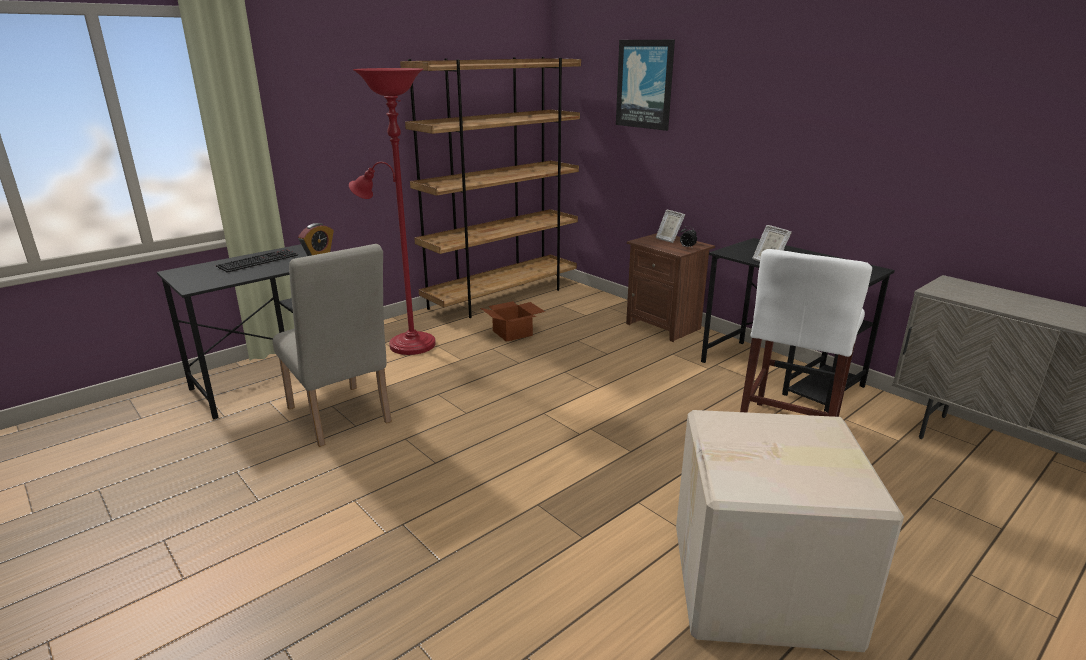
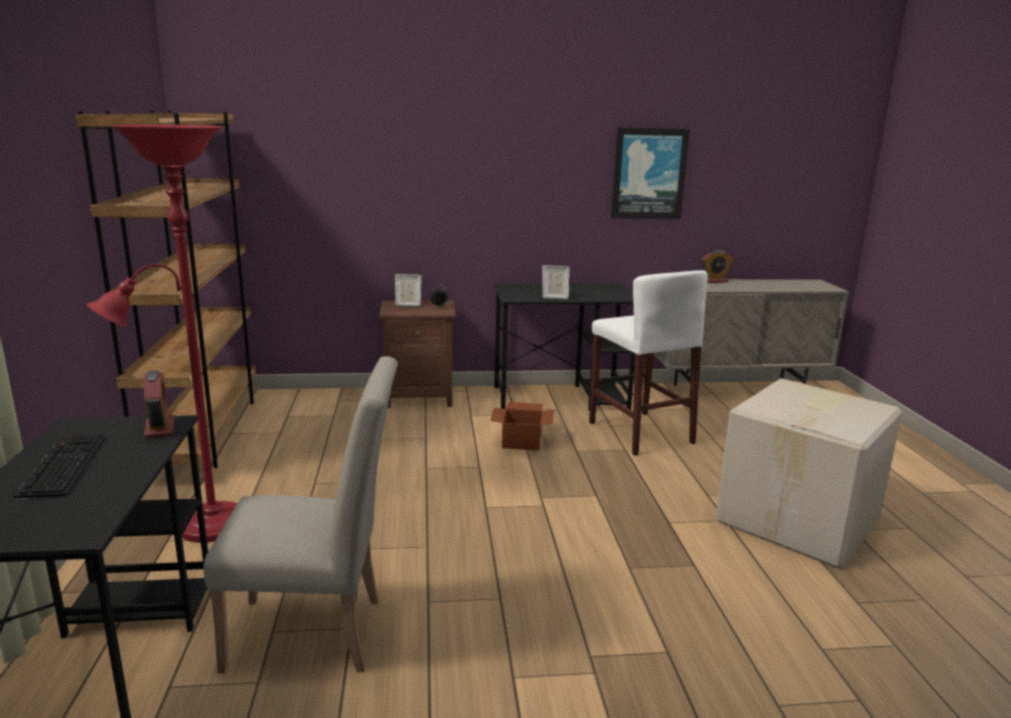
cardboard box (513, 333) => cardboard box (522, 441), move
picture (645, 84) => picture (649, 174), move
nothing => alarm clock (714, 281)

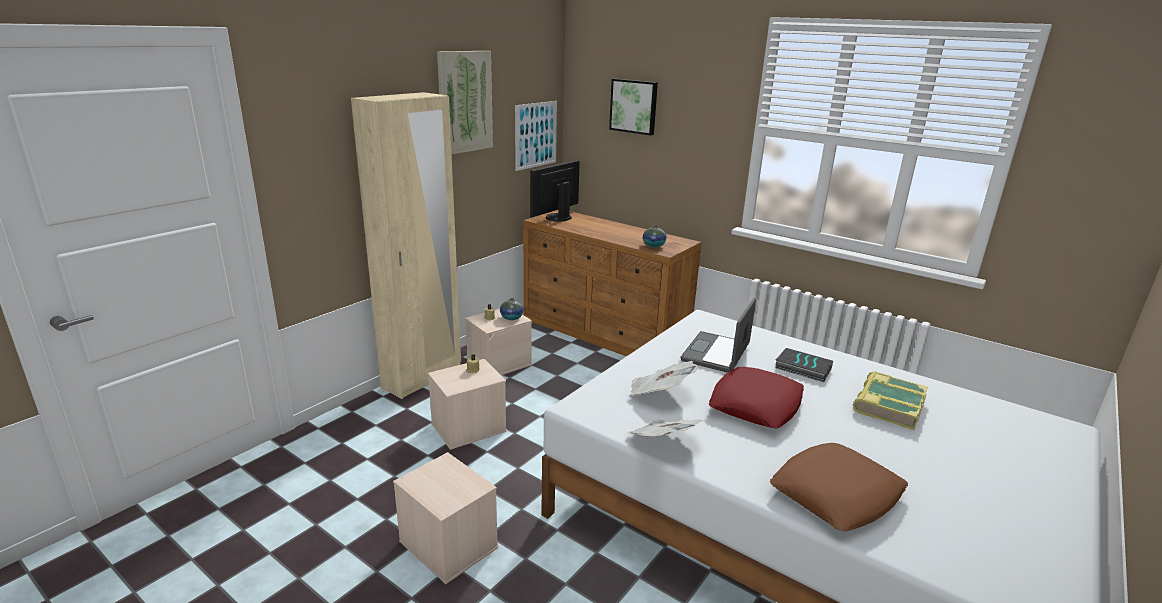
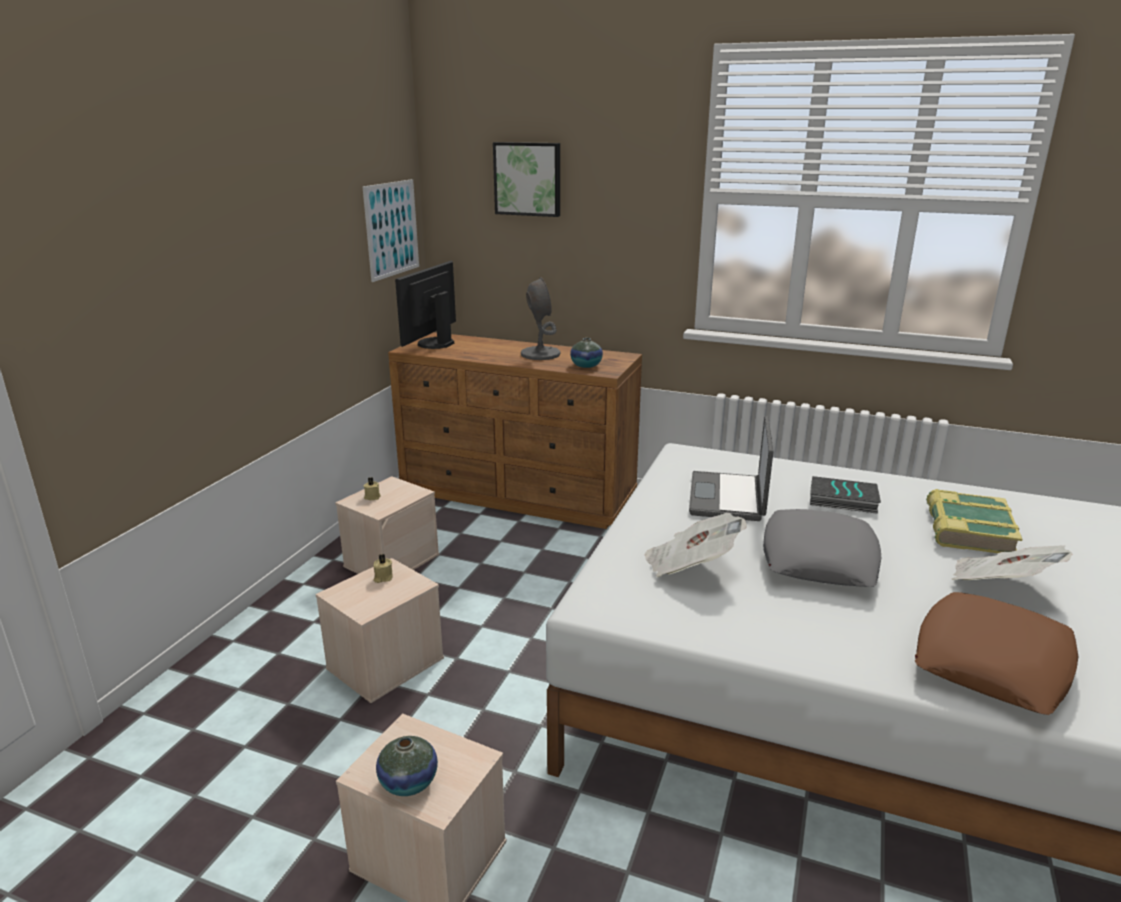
vase (511, 318) => vase (408, 782), move
nothing => table lamp (grey) (540, 354)
pillow (red) (756, 405) => pillow (grey) (819, 559)
newspaper (663, 443) => newspaper (999, 585), move
wardrobe (beige) (422, 378) => nothing
picture (464, 102) => nothing

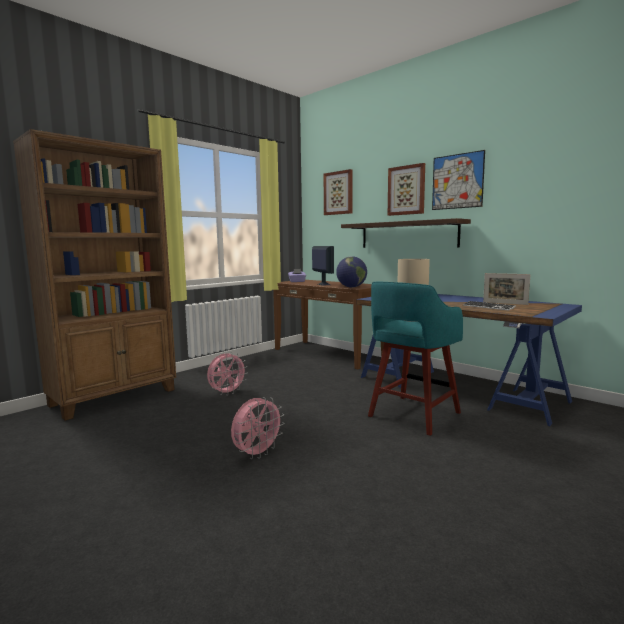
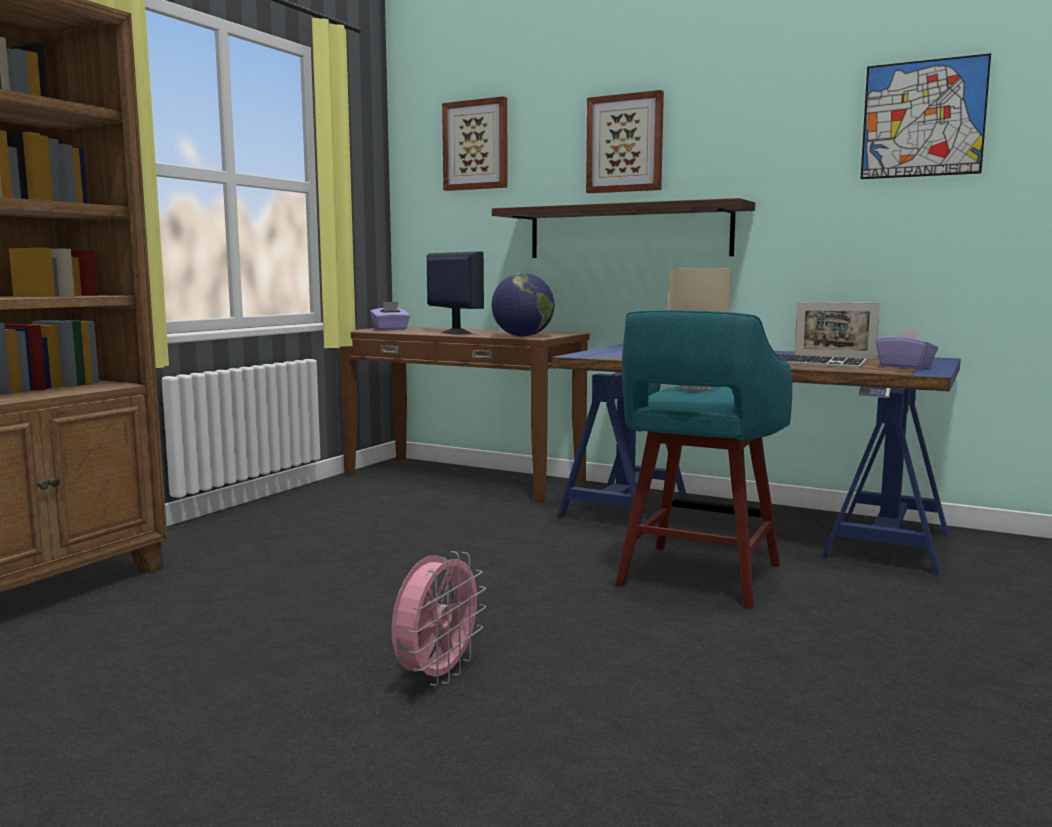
picture (457, 181) => picture (923, 119), move
nothing => tissue box (purple) (905, 367)
fan (pink) (227, 393) => nothing

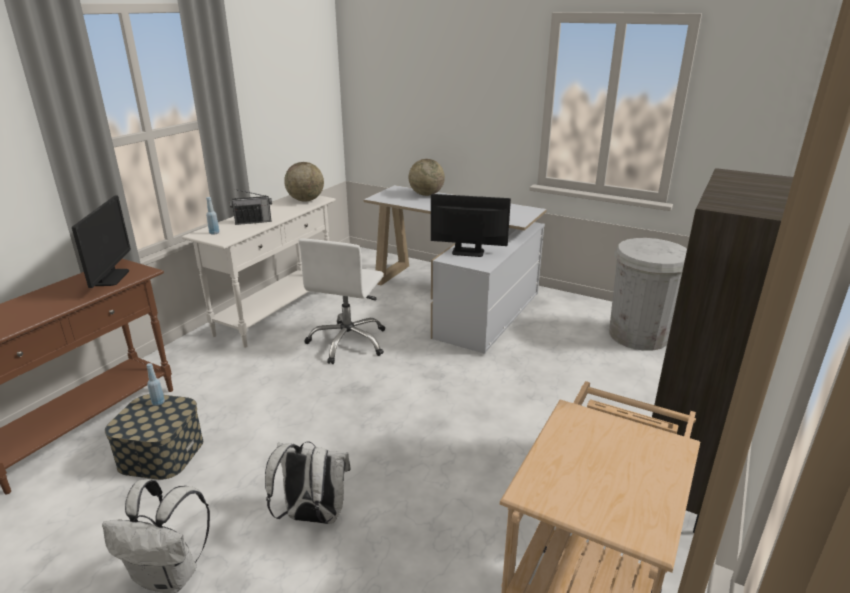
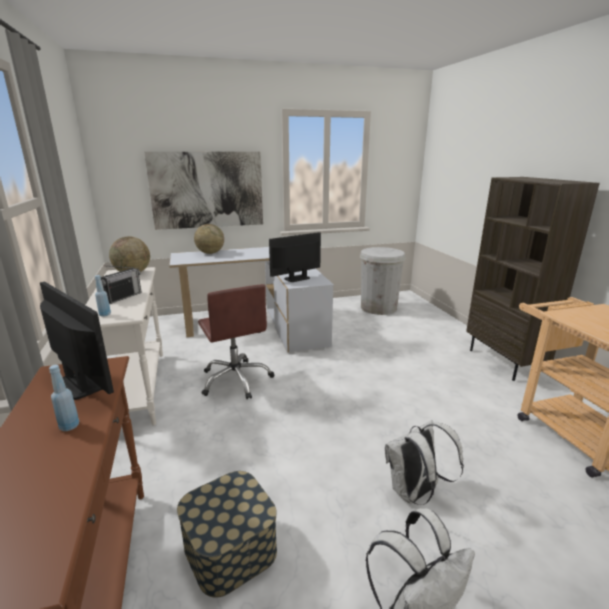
bottle (blue) (158, 402) => bottle (blue) (69, 426), move
nothing => picture (207, 190)
office chair (white) (348, 342) => office chair (brown) (236, 380)

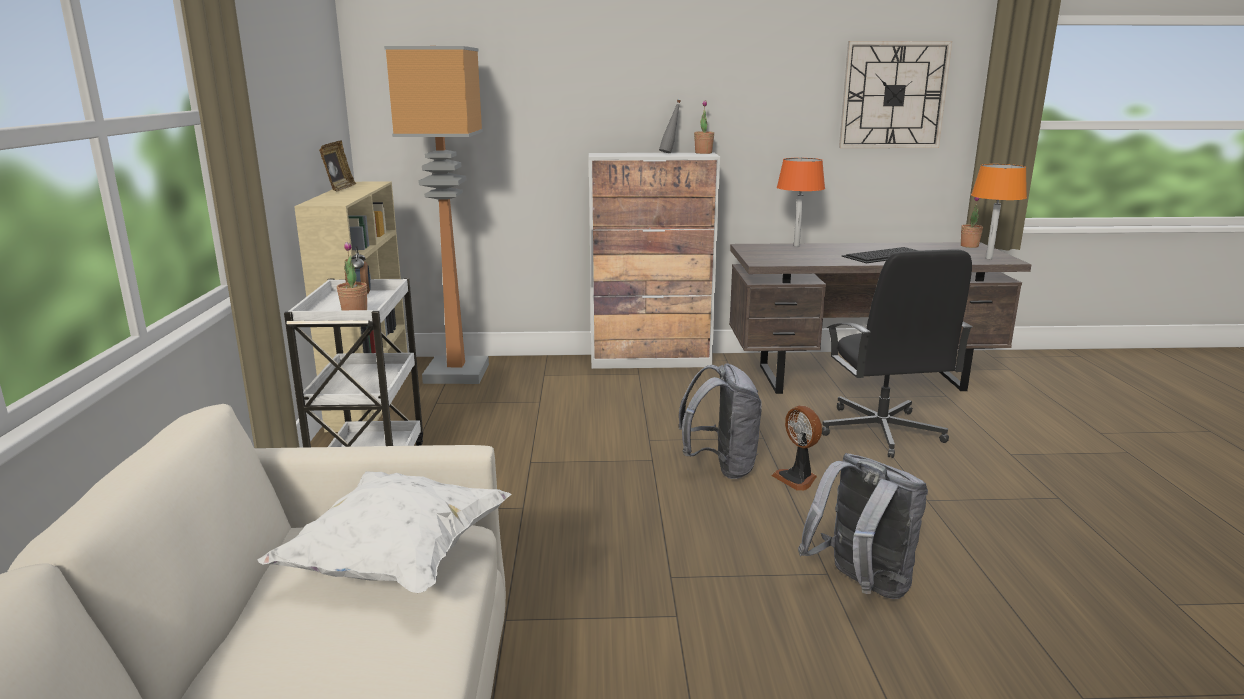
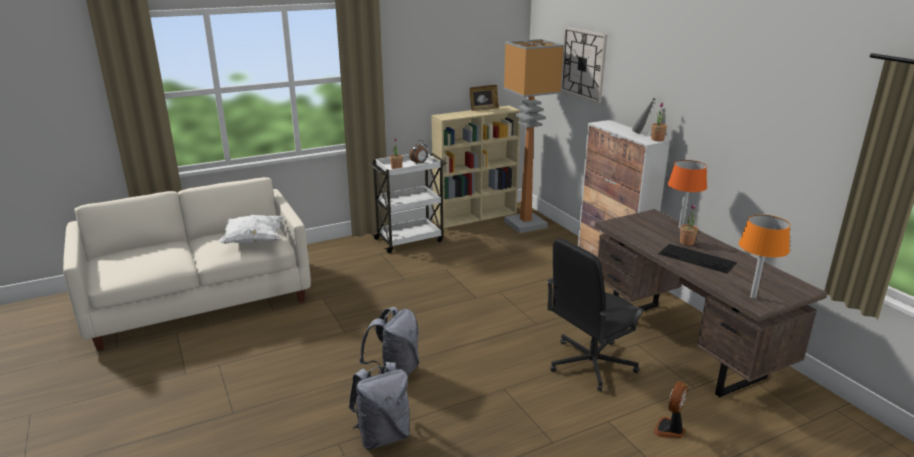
backpack (grey) (721, 467) => backpack (grey) (383, 436), move
wall clock (893, 95) => wall clock (583, 64), move
fan (797, 478) => fan (670, 430), move
potted plant (969, 246) => potted plant (686, 242), move

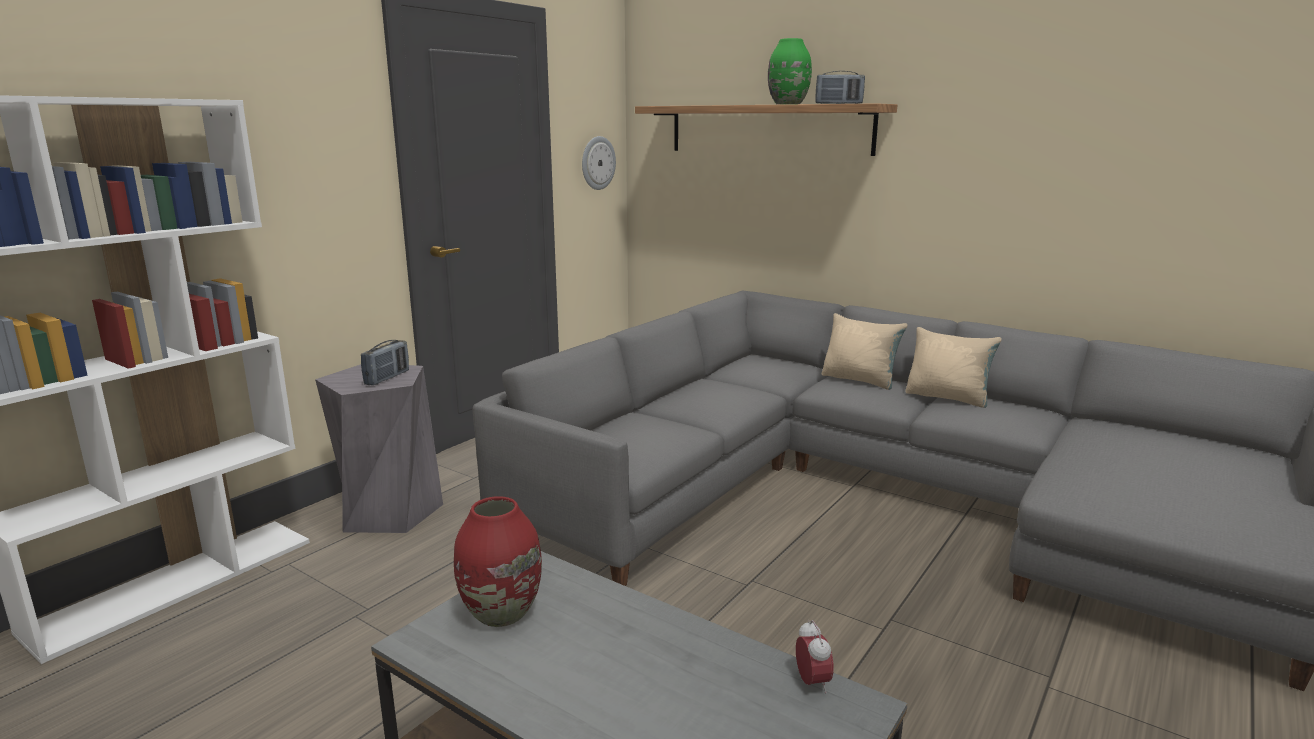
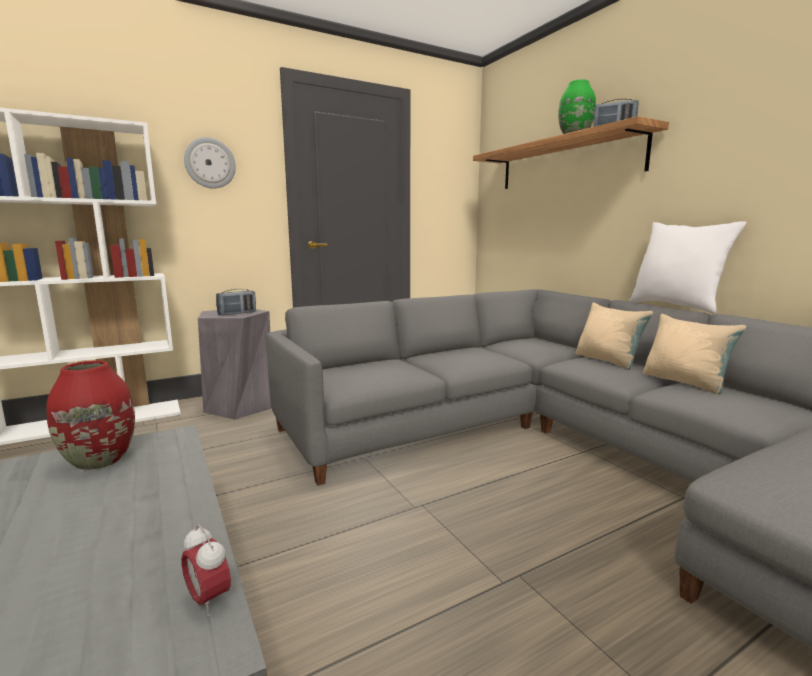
alarm clock (812, 683) => alarm clock (208, 599), 120 degrees clockwise
wall clock (597, 163) => wall clock (210, 163), move
nothing => pillow (white) (676, 307)

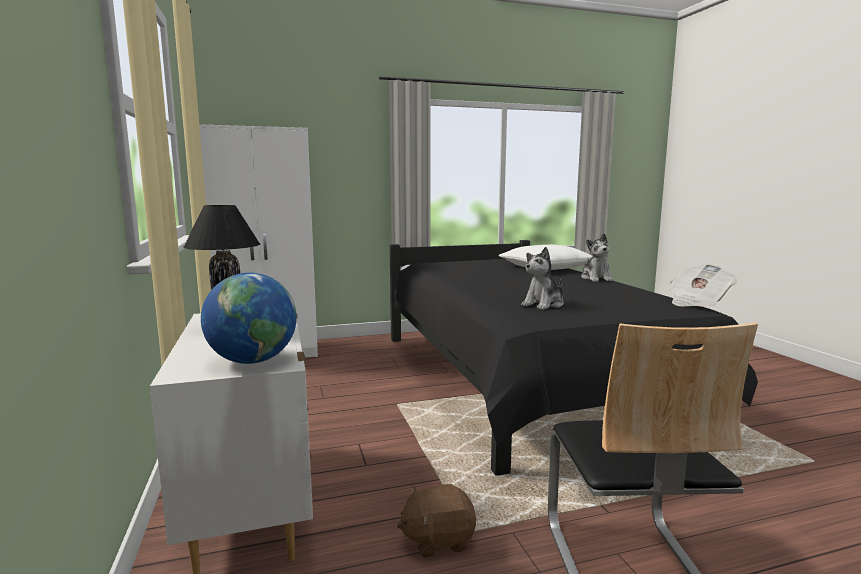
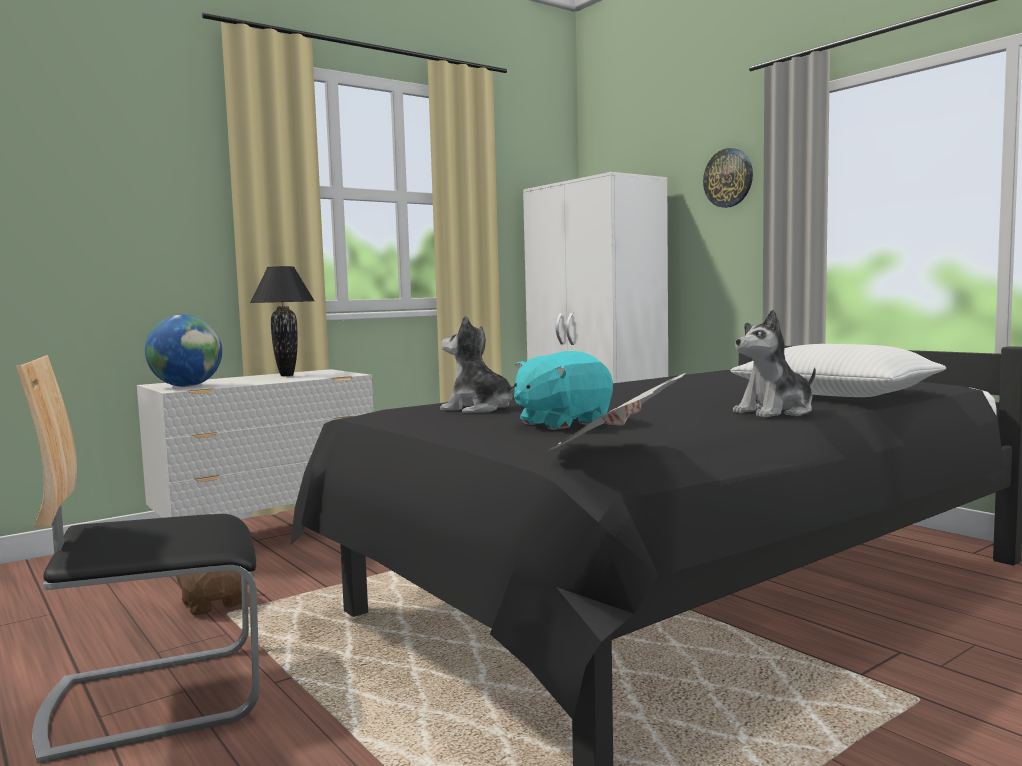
nothing => plush toy (turquoise) (561, 423)
nothing => wall clock (728, 178)

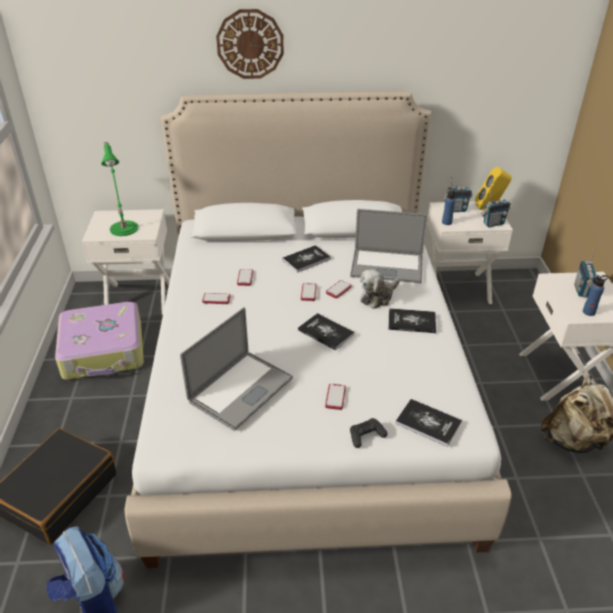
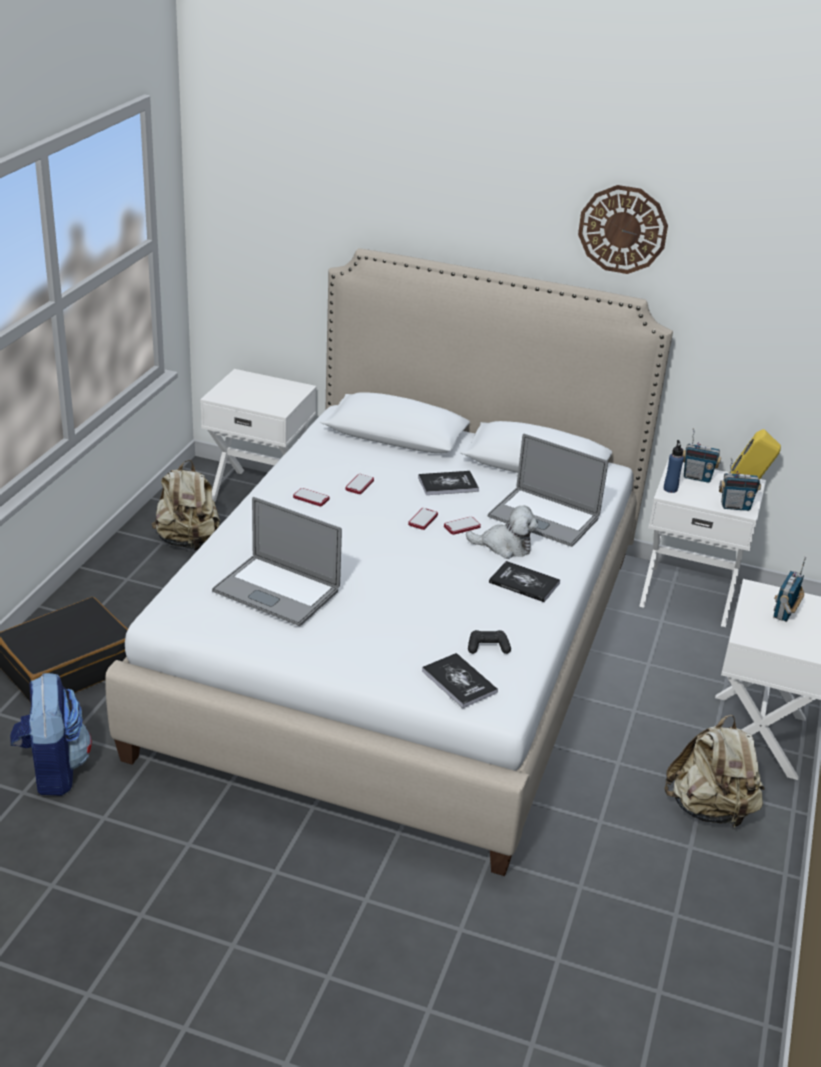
suitcase (104, 351) => backpack (beige) (188, 541)
laptop (241, 389) => laptop (276, 590), 60 degrees clockwise
plush toy (378, 296) => plush toy (504, 546), 150 degrees counterclockwise
game controller (black) (366, 436) => game controller (black) (488, 647), move
wall clock (250, 44) => wall clock (622, 229), move
table lamp (green) (124, 227) => nothing
book (325, 332) => nothing
phone (335, 397) => nothing
bottle (blue) (589, 312) => nothing

